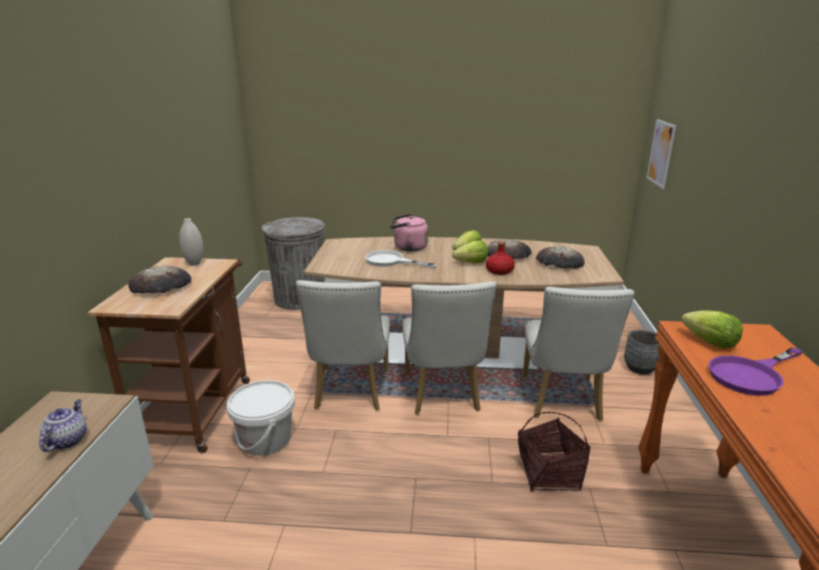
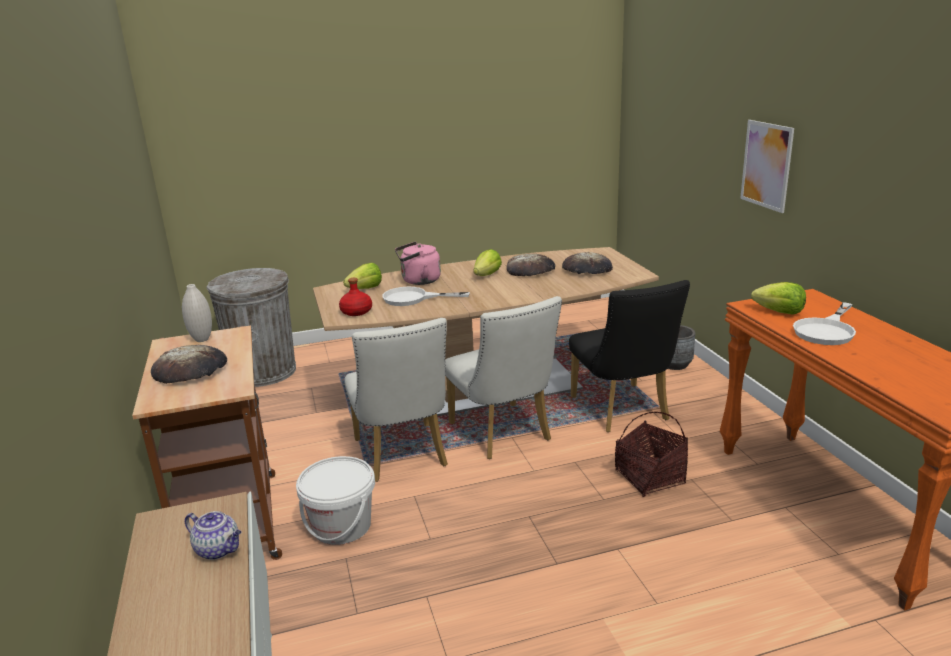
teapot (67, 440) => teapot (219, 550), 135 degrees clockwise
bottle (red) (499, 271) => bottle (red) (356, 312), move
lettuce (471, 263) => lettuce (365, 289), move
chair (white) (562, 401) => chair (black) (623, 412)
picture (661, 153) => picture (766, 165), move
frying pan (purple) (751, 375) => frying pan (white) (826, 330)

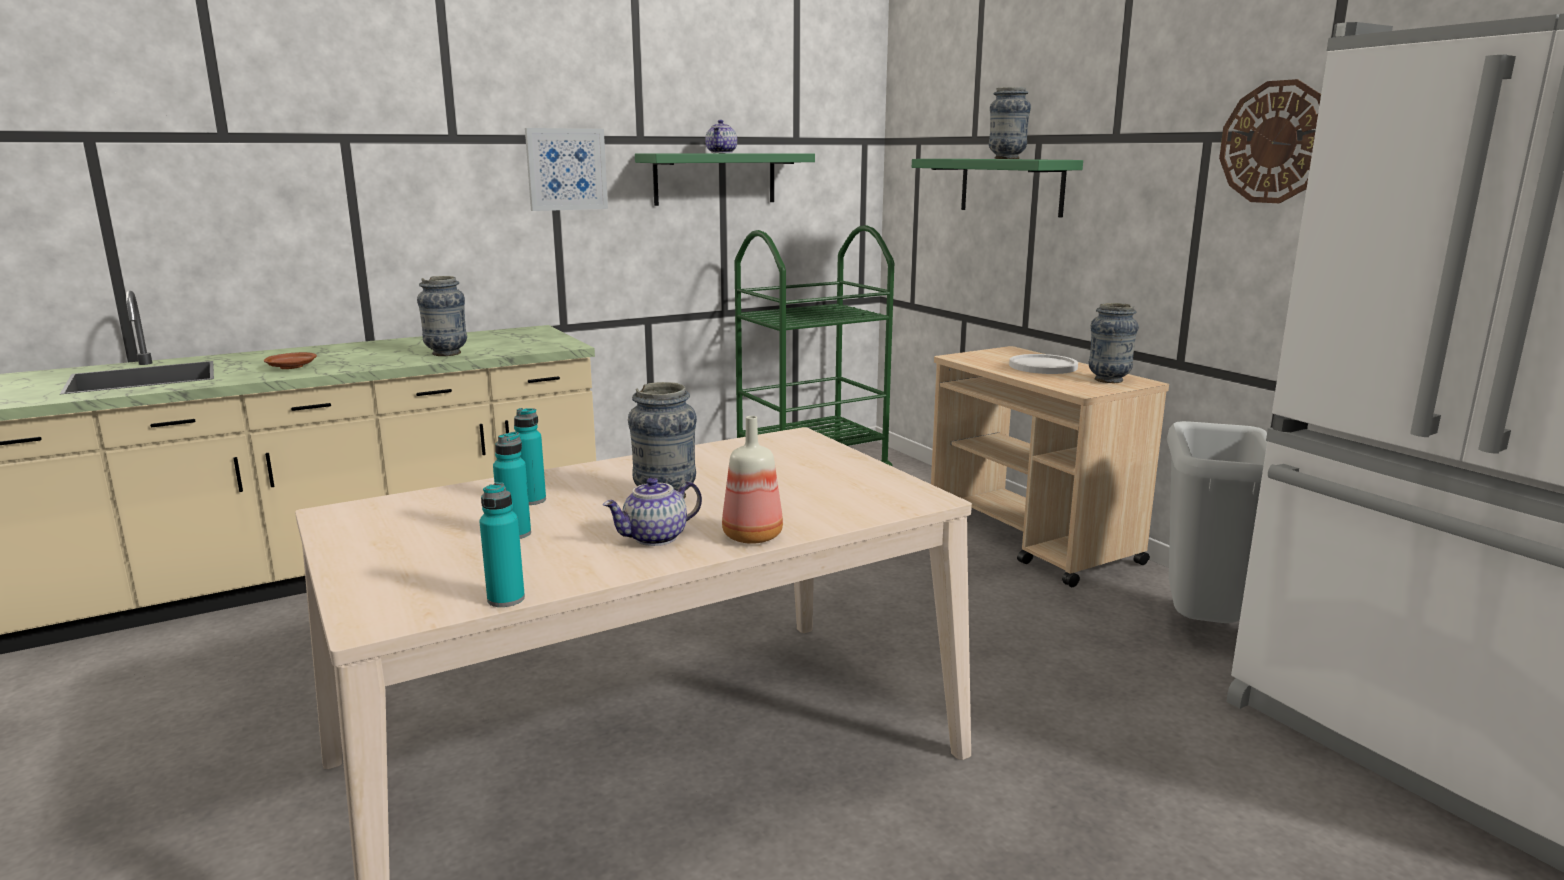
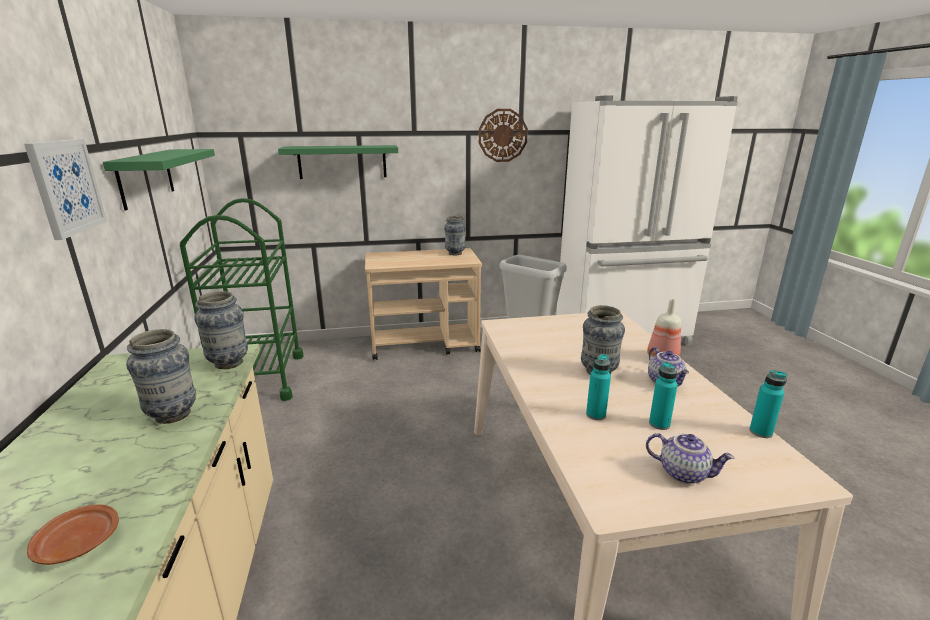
vase (1006, 158) => vase (228, 363), move
teapot (722, 153) => teapot (684, 473), move
plate (white) (1043, 366) => nothing

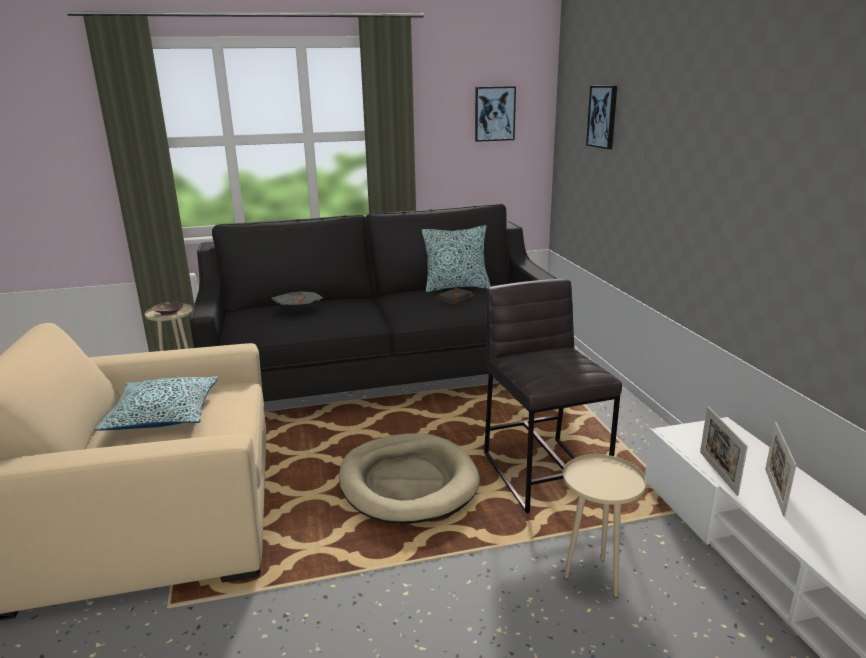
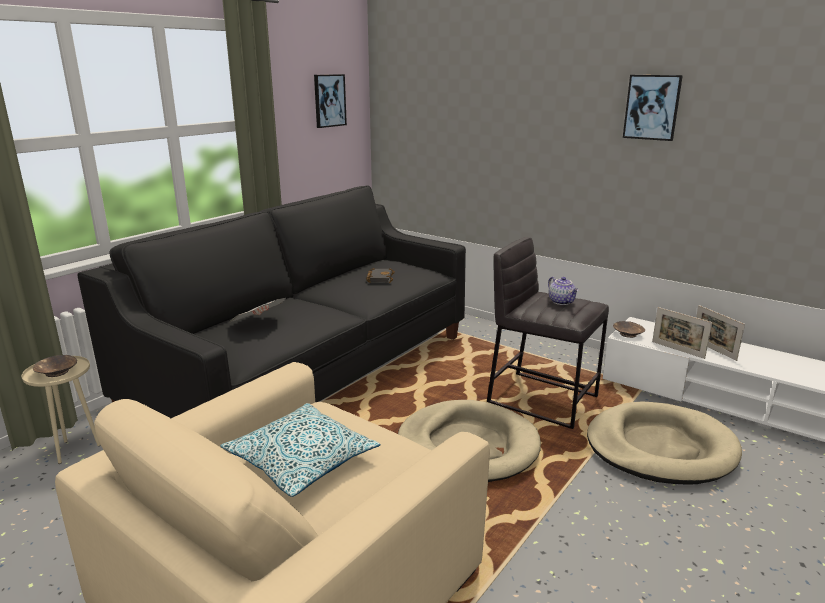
nothing => teapot (562, 302)
side table (beige) (594, 577) => dog bed (beige) (660, 448)
nothing => bowl (brown) (627, 334)
picture (603, 116) => picture (652, 107), move
pillow (456, 287) => nothing

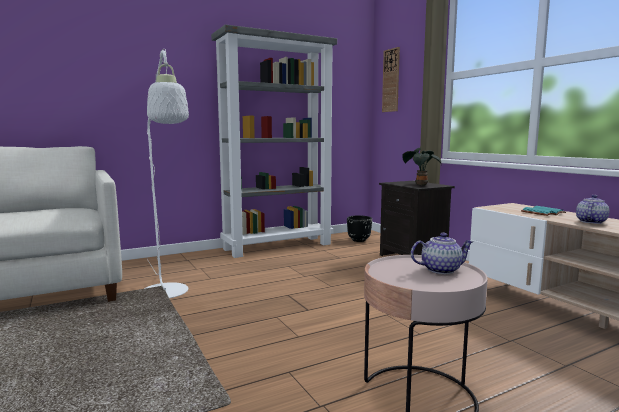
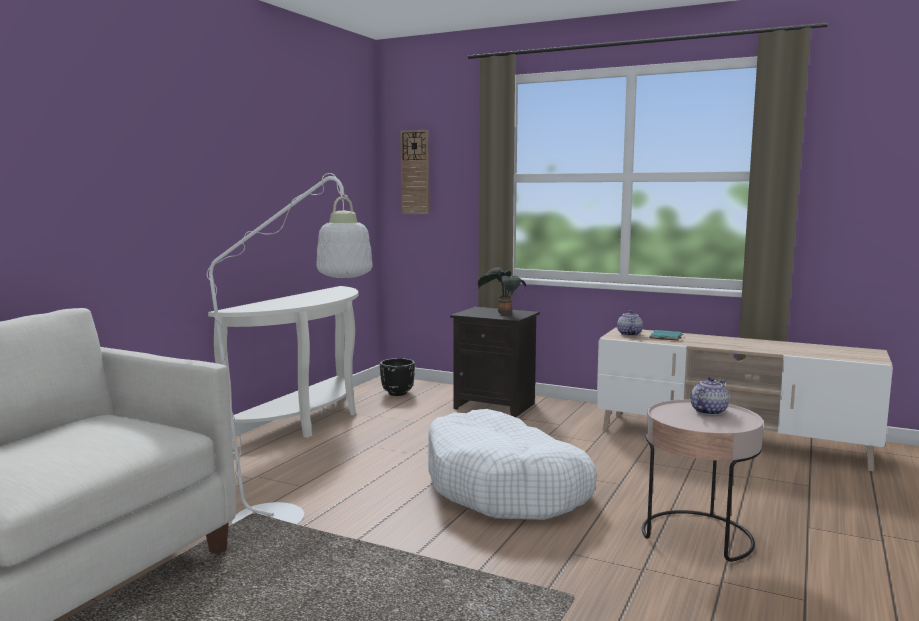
bookcase (grey) (278, 246) => console table (white) (308, 422)
nothing => dog bed (white) (505, 487)
teapot (590, 222) => teapot (628, 334), move

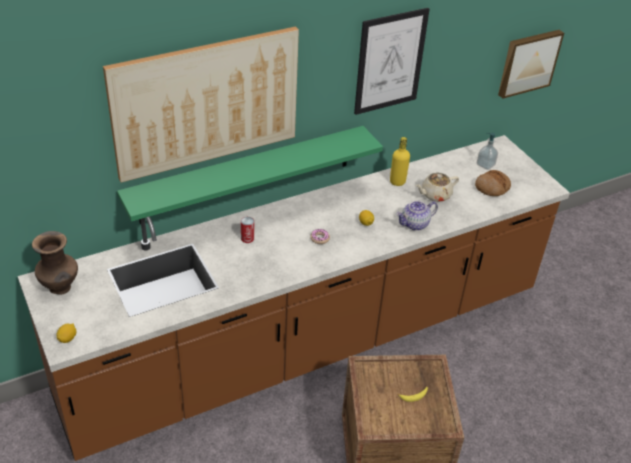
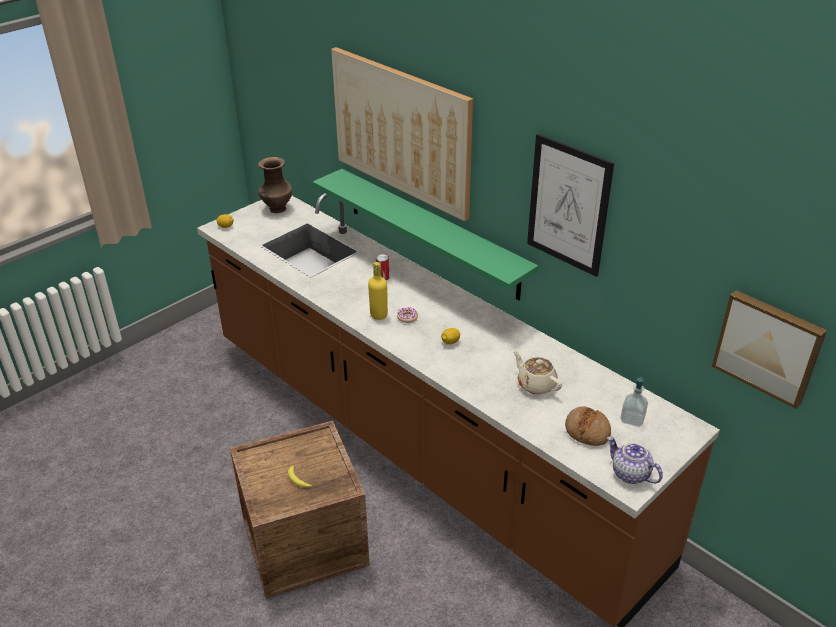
bottle (yellow) (397, 182) => bottle (yellow) (378, 315), move
teapot (415, 224) => teapot (630, 474), move

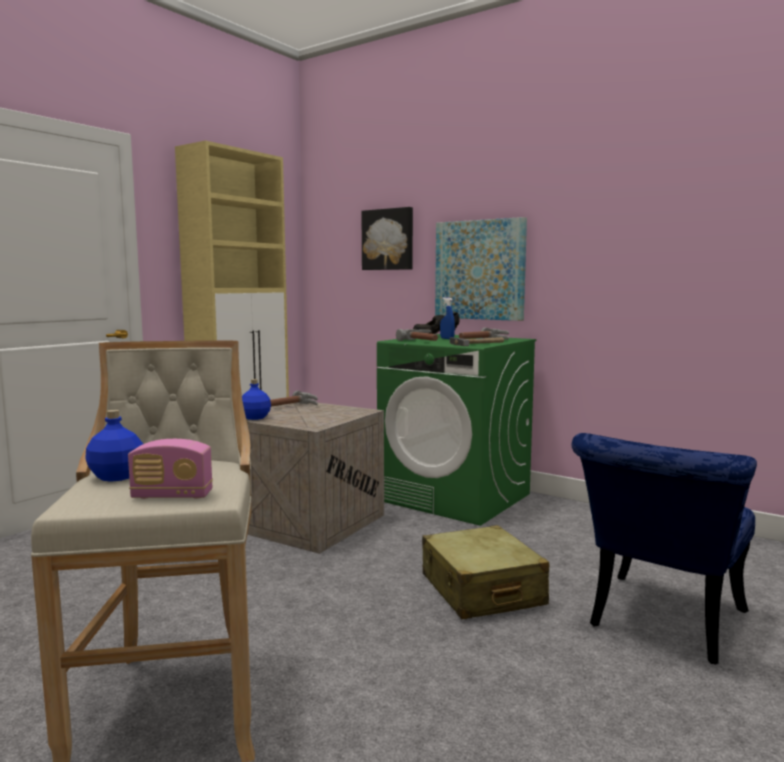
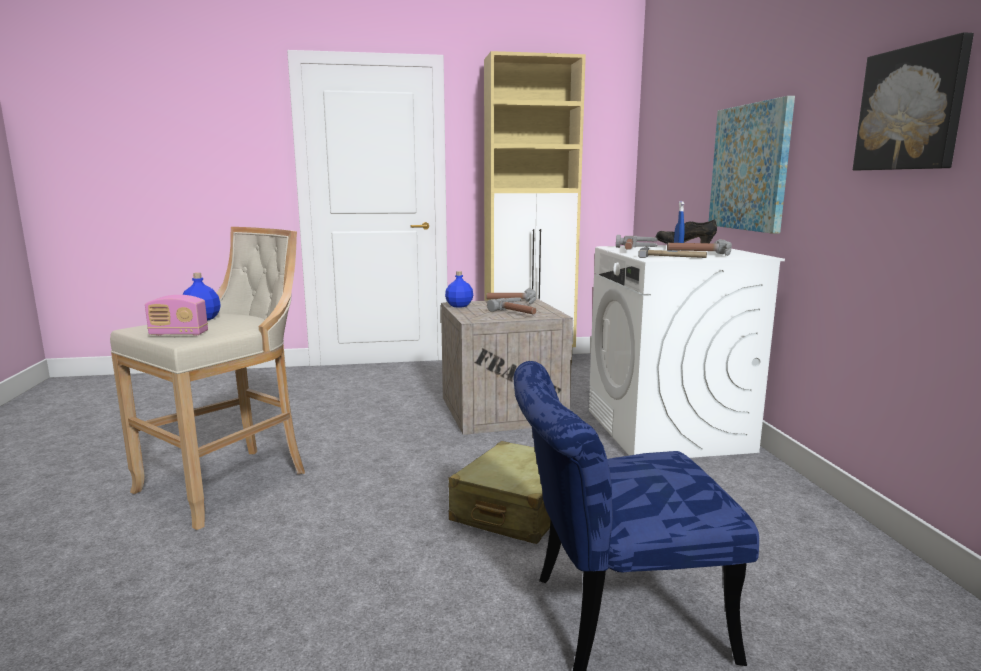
radio (172, 496) => radio (179, 334), 45 degrees counterclockwise
nothing => hammer (519, 312)
washing machine (green) (455, 497) => washing machine (white) (667, 430)
picture (388, 239) => picture (912, 109), move

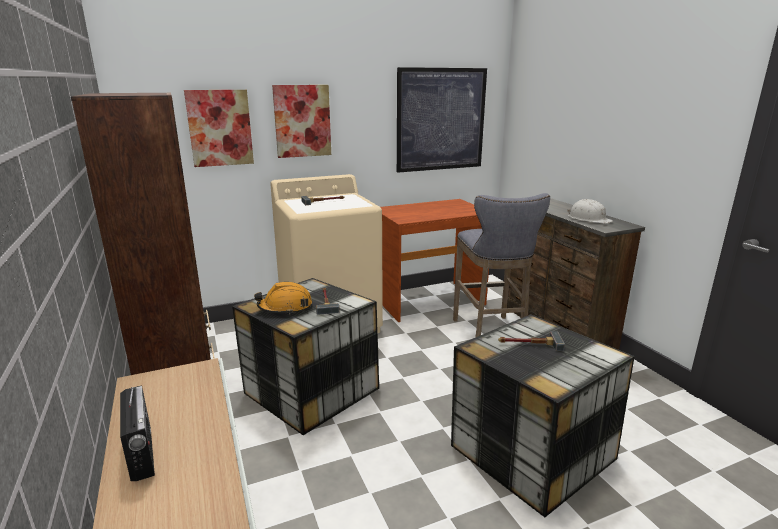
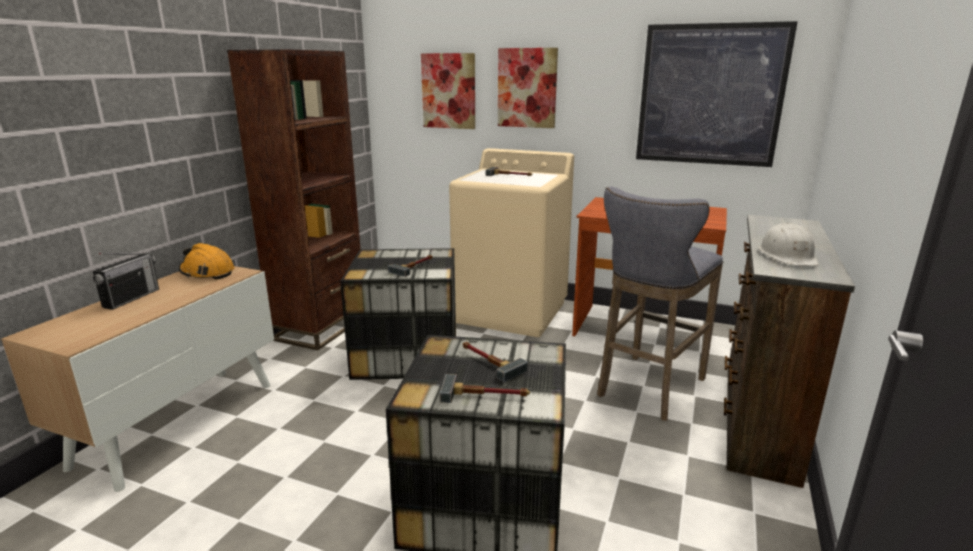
hard hat (orange) (285, 307) => hard hat (orange) (207, 272), move
nothing => hammer (485, 395)

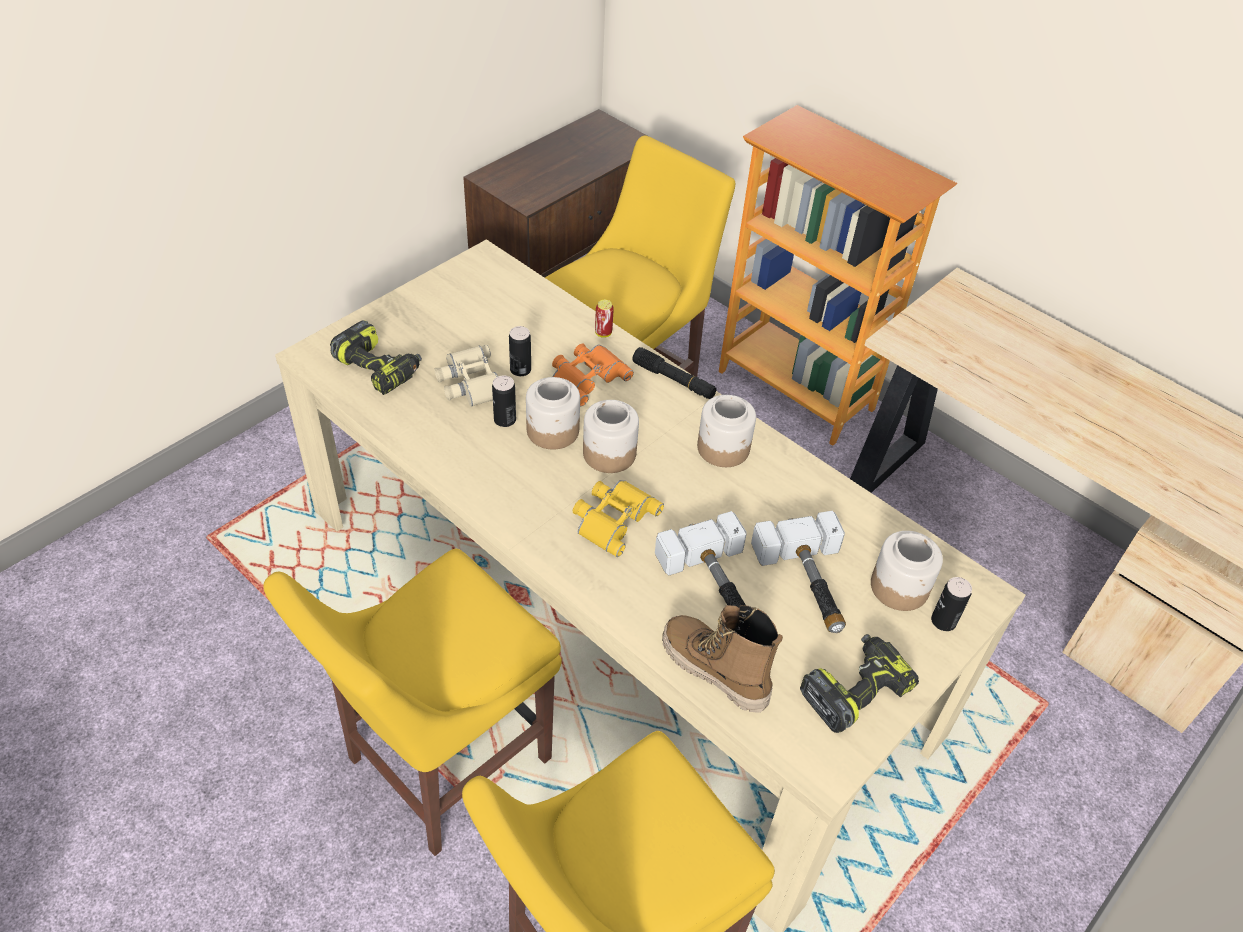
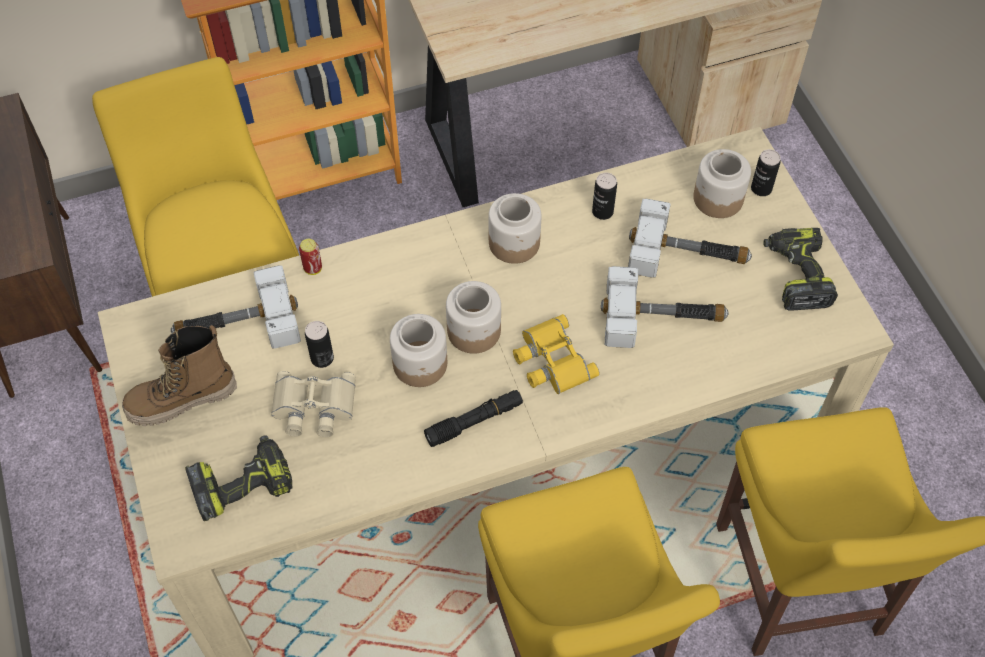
boot (714, 671) => boot (182, 401), move
nothing => hammer (237, 324)
flashlight (black) (673, 380) => flashlight (black) (474, 422), move
can (505, 420) => can (602, 212), move
binoculars (orange) (587, 376) => nothing

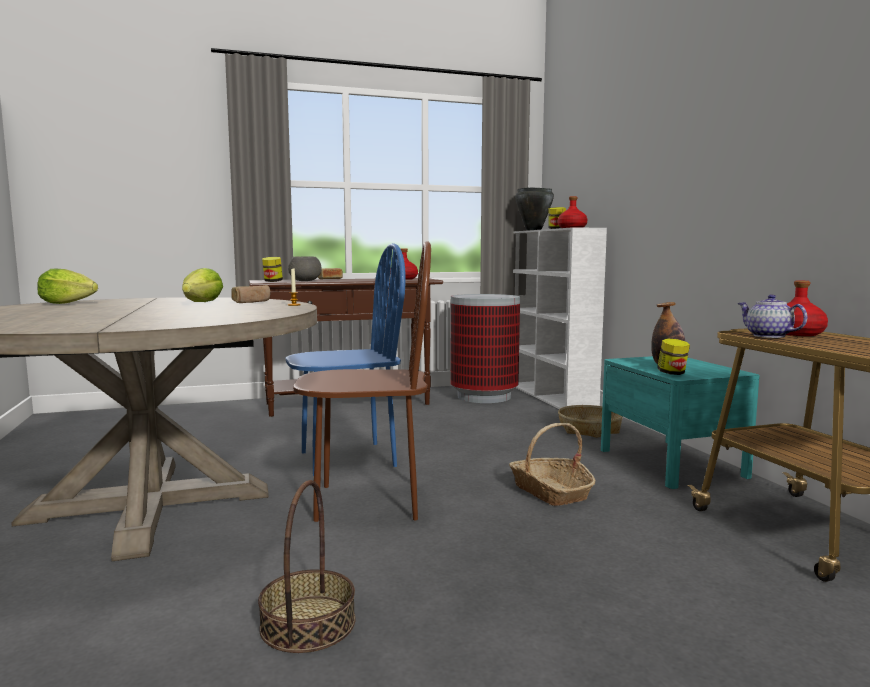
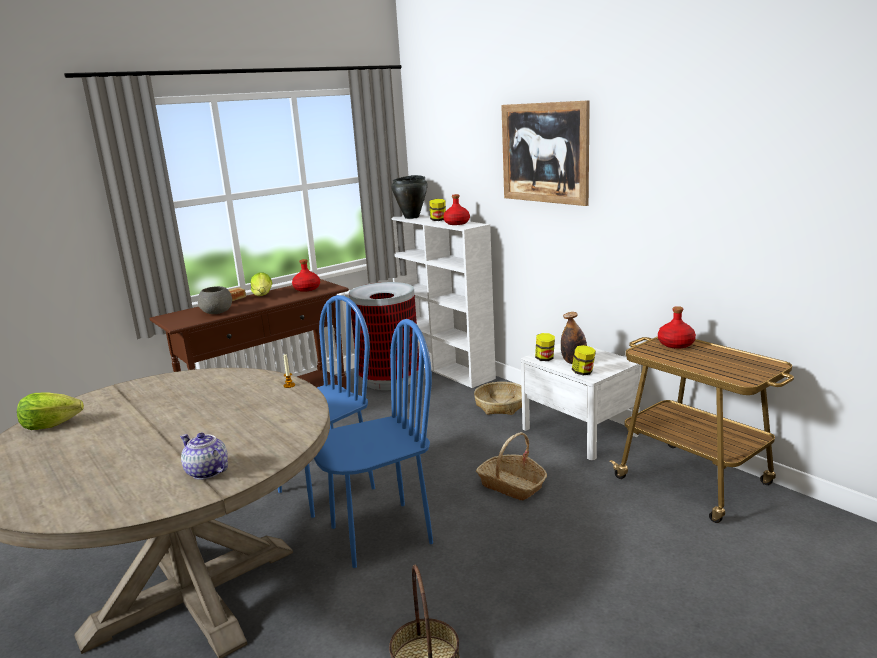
teapot (767, 336) => teapot (206, 472), move
lettuce (202, 302) => lettuce (263, 296), move
chair (brown) (368, 501) => chair (blue) (381, 534)
nothing => picture (544, 153)
nightstand (turquoise) (671, 463) => nightstand (white) (579, 432)
jar (273, 281) => jar (545, 359), move
bread (252, 302) => nothing

